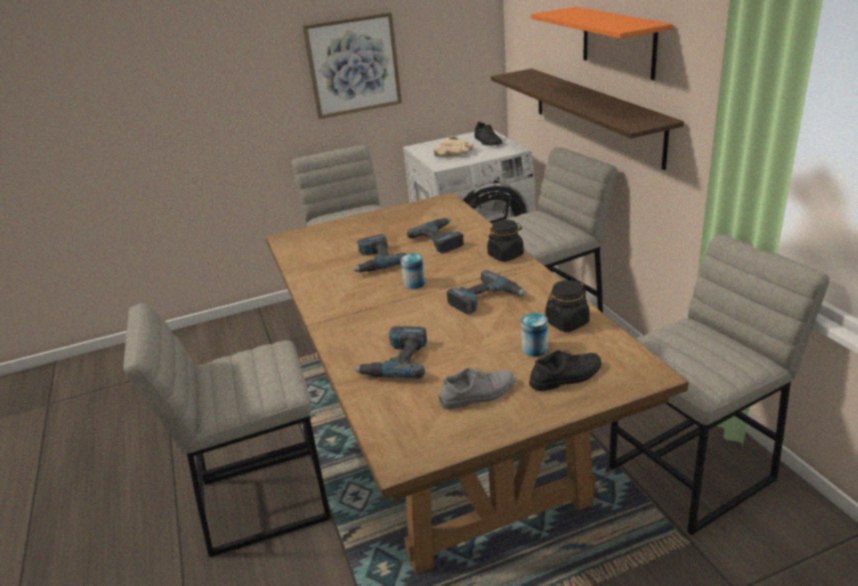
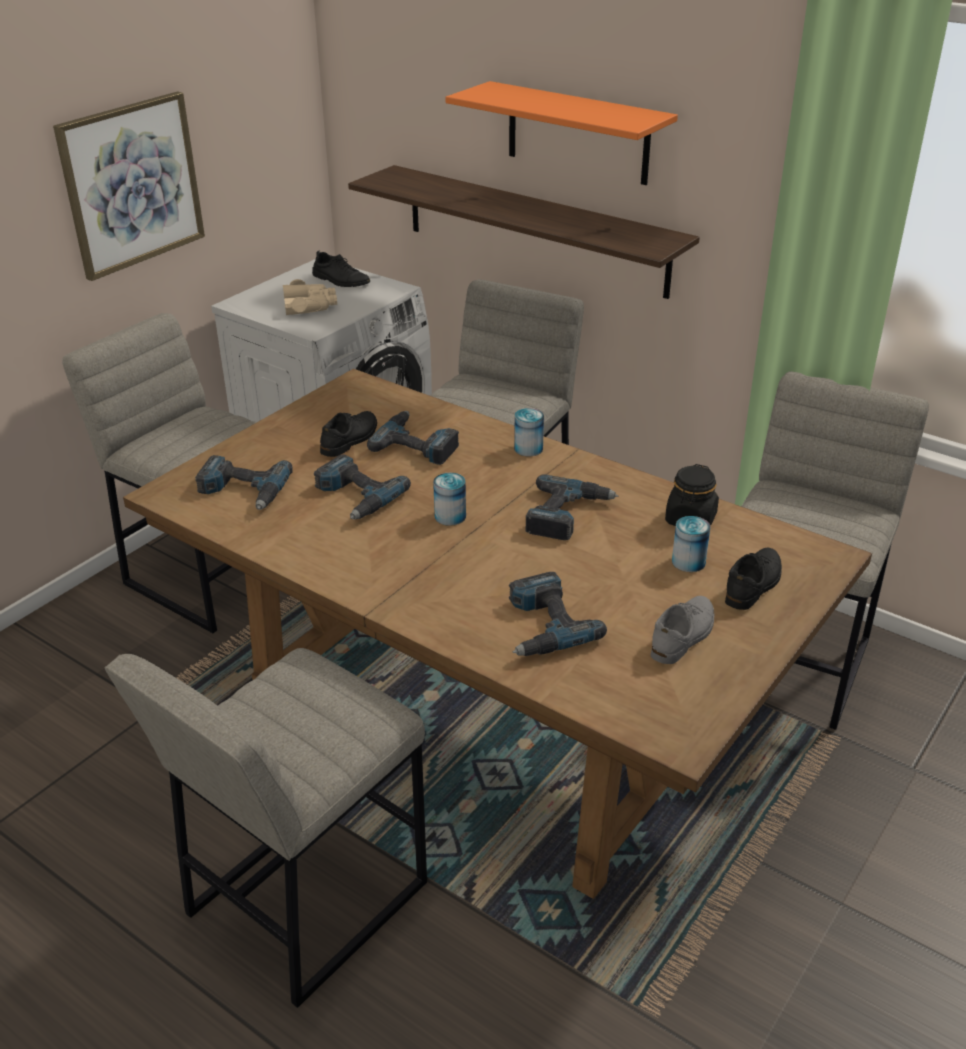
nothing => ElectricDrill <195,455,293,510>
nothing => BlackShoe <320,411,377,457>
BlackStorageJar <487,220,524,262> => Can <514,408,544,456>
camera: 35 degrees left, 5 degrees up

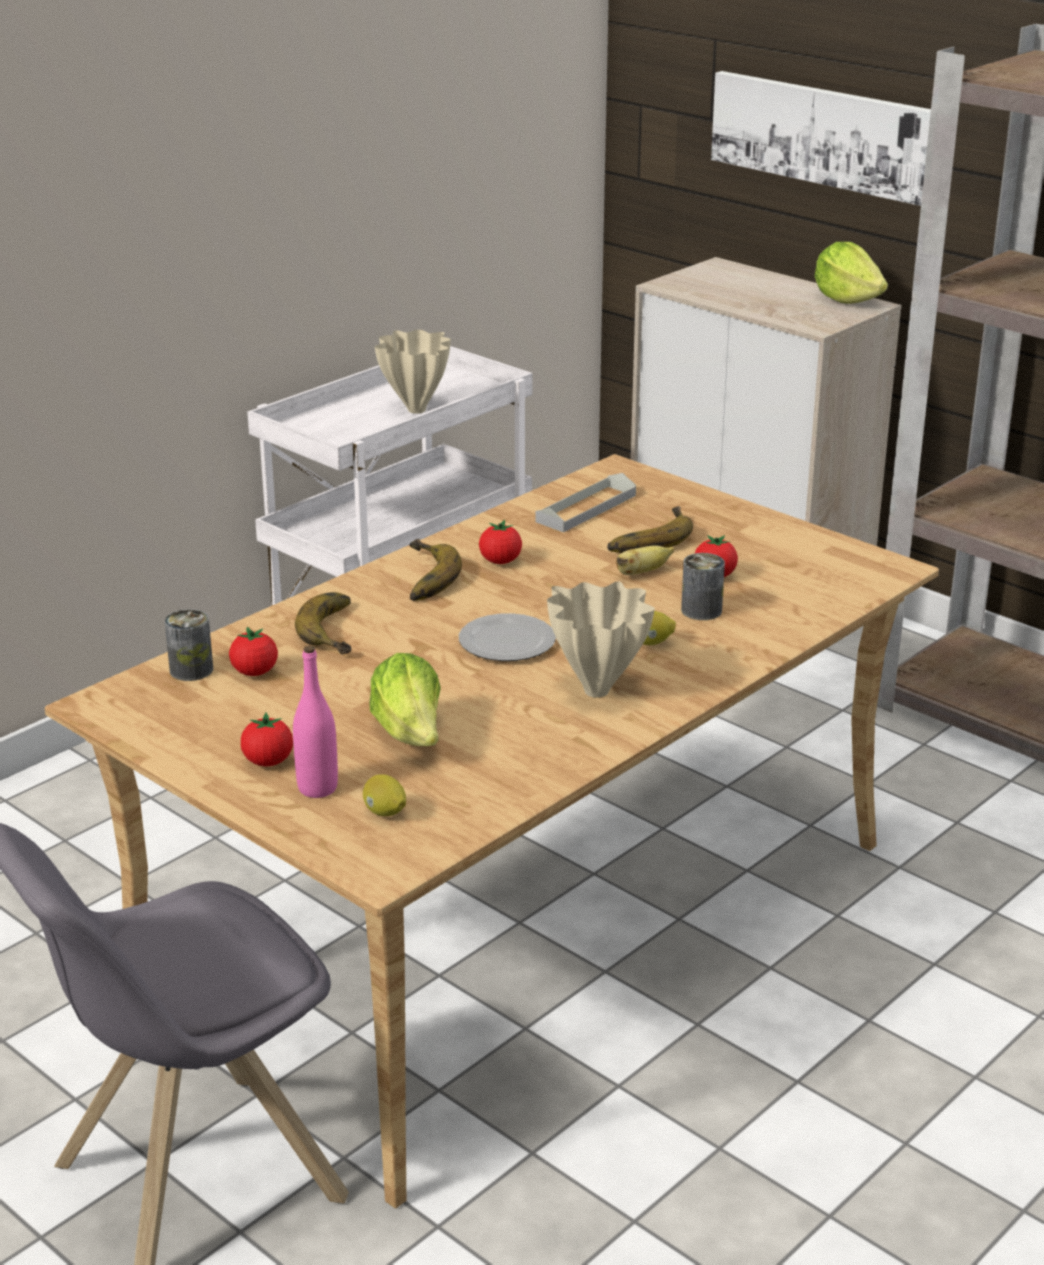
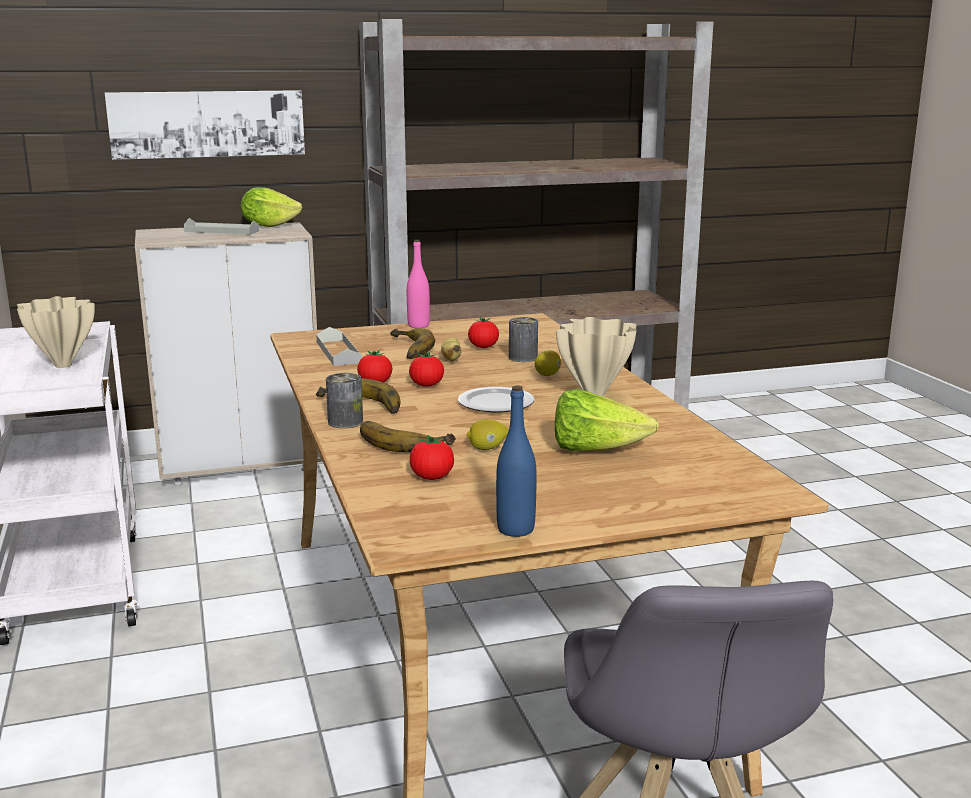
nothing => GreyCarryingTray <184,218,259,235>
nothing => BlueDrinkBottle <496,386,537,537>
Can <164,609,213,681> => Can <326,373,363,428>, move
Tomato <241,712,293,767> => Tomato <409,352,444,387>, move
PinkDrinkBottle <293,645,338,798> => PinkDrinkBottle <407,240,430,328>, move
Lemon <363,774,406,816> => Lemon <467,419,508,450>, move
camera: 60 degrees left, 10 degrees down

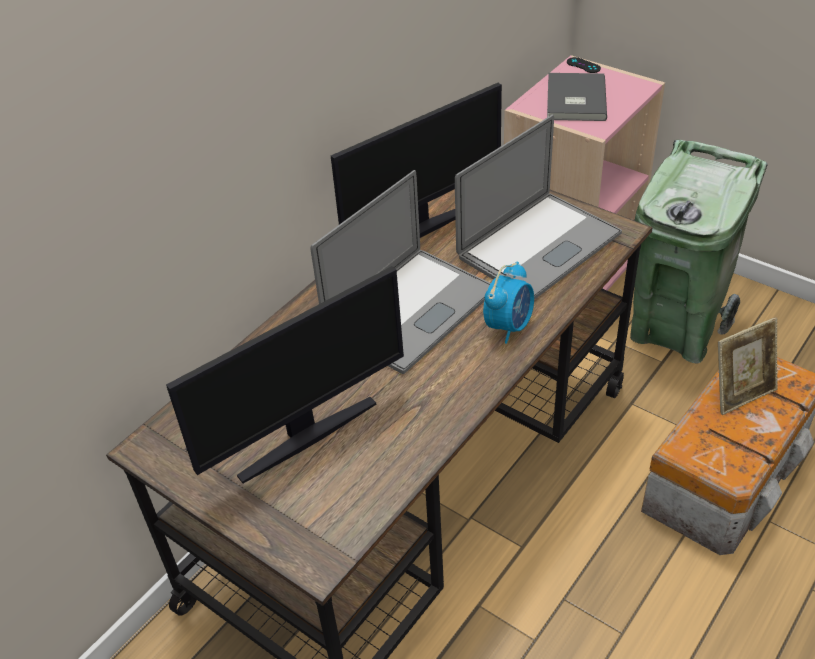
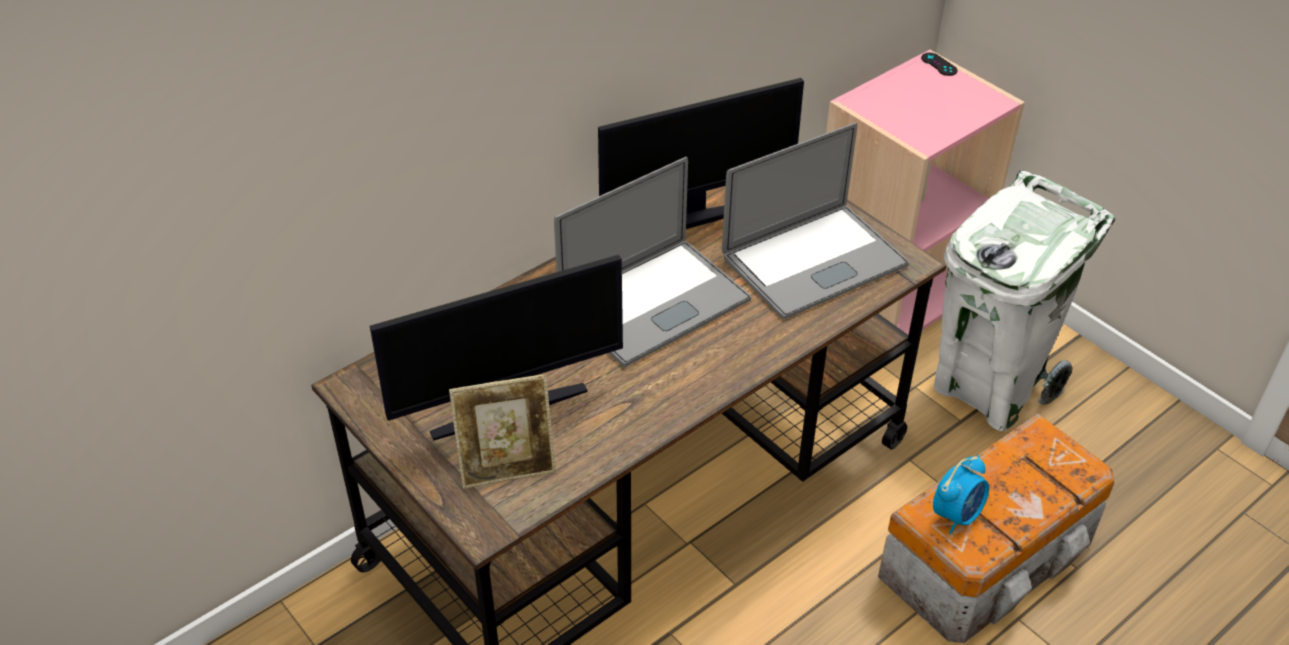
GreyVolume <547,73,607,121> => nothing
AlarmClock <483,262,534,344> => AlarmClock <933,455,989,535>, move
StandingFrame <718,317,778,415> => StandingFrame <449,374,556,489>, move
GreenRubbishBin <630,140,768,364> => WhiteRubbishBin <934,170,1115,431>
camera: 10 degrees right, 0 degrees up

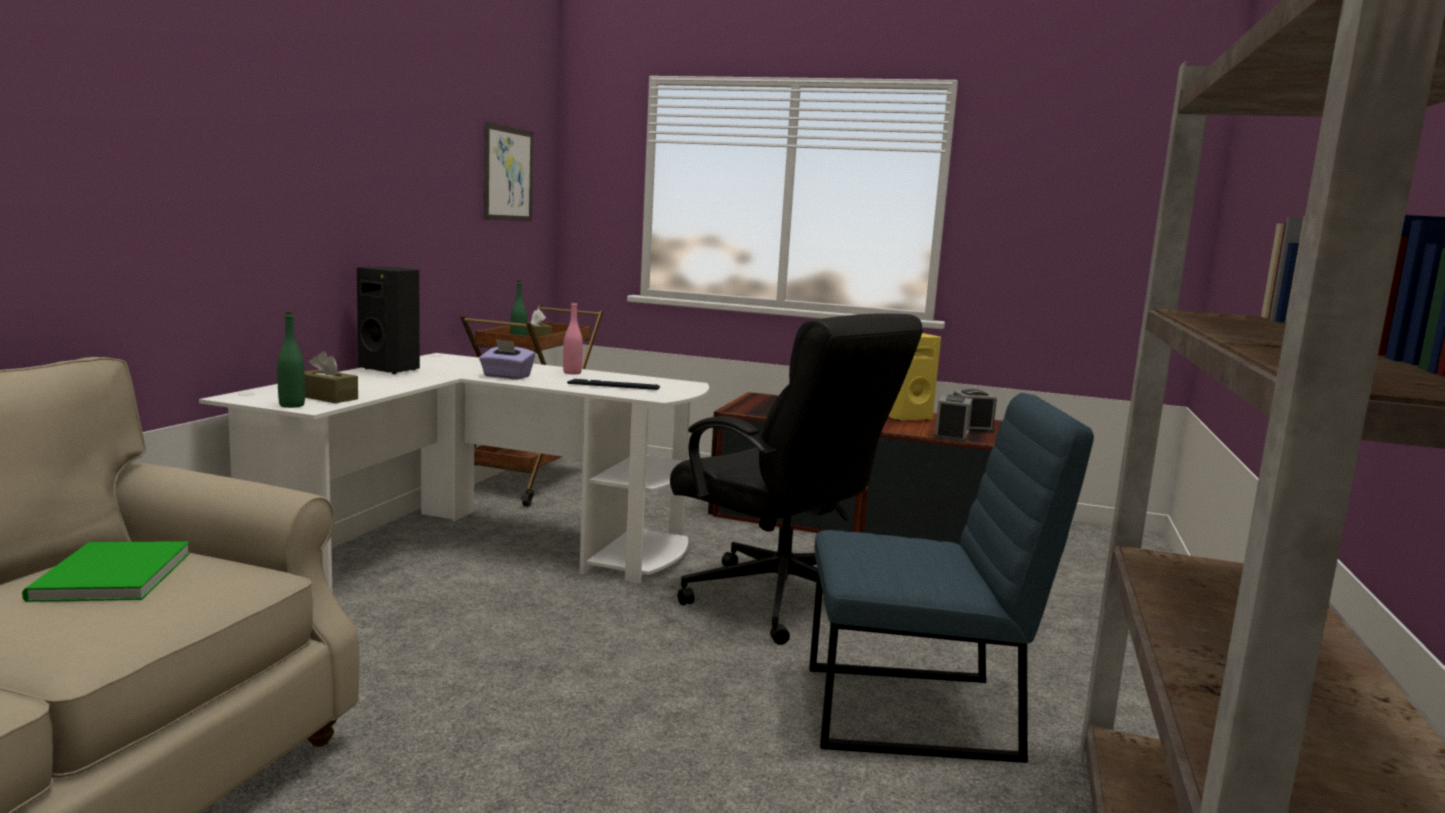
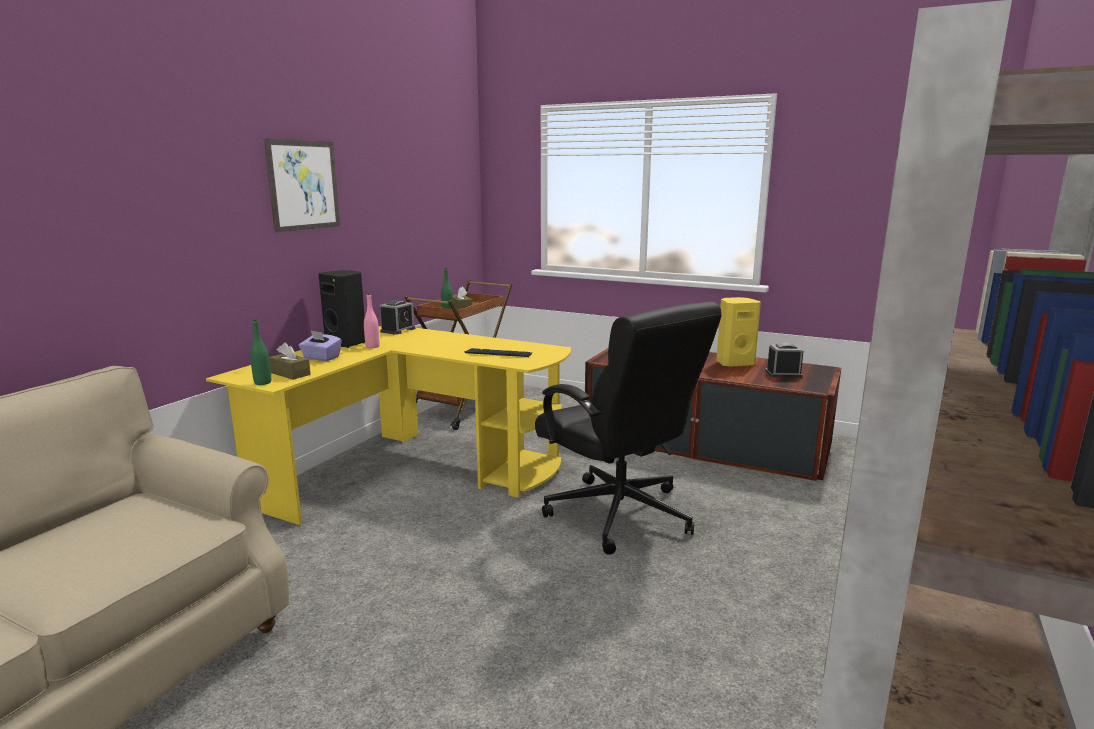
GreenVolume <22,541,190,602> => nothing
BlueChair <809,393,1094,763> => nothing
PurplishTissueHolder <479,339,535,380> => PurplishTissueHolder <299,330,342,361>, move
WallPicture <483,122,534,221> => WallPicture <264,138,340,232>, move
PinkDrinkBottle <563,301,583,375> => PinkDrinkBottle <364,293,380,348>, move
AlarmClock <934,395,972,442> => AlarmClock <380,300,415,335>, move
WhiteDeskUnit <199,353,709,594> => YellowishDeskUnit <206,326,571,525>
camera: 10 degrees right, 5 degrees up

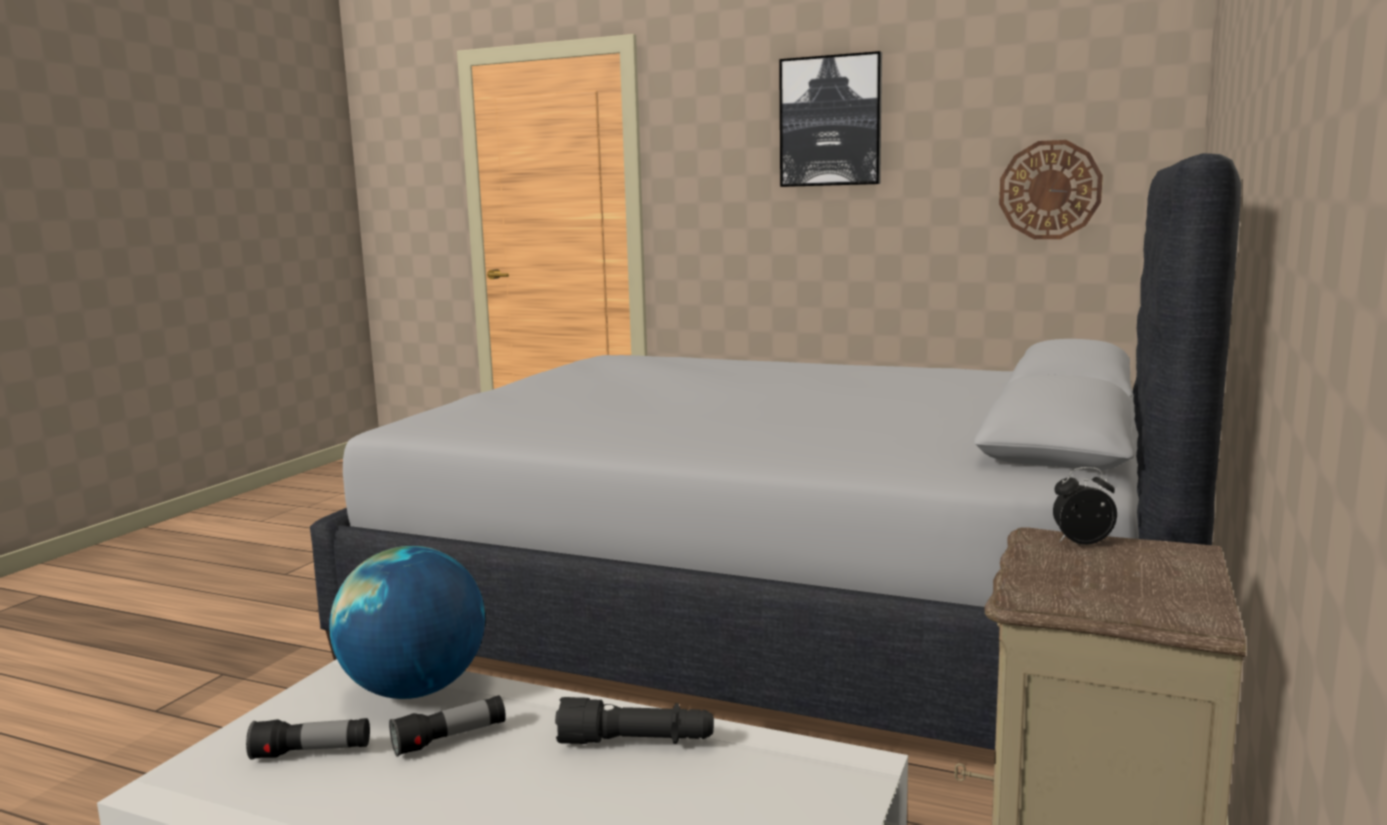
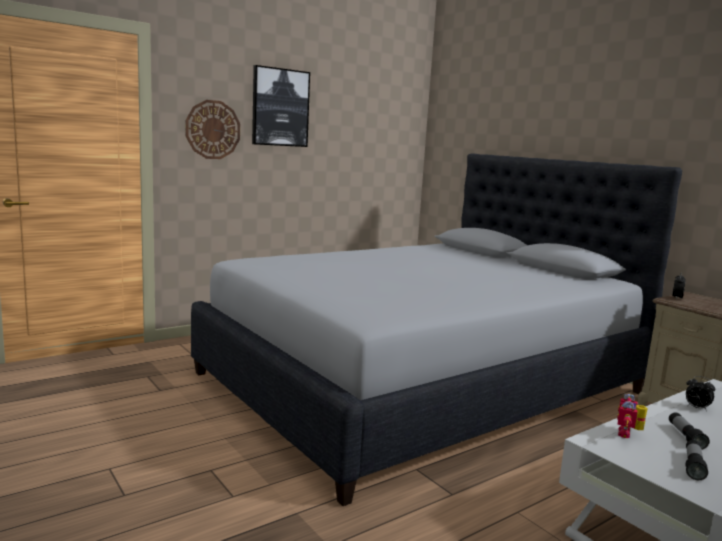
HangingClock <999,140,1103,239> => HangingClock <185,100,240,159>, move
DeskGlobe <329,546,485,699> => ToyRobot <617,394,648,438>
BlackFlashlight <555,697,714,744> => AlarmClock <686,376,716,411>
camera: 60 degrees left, 0 degrees up

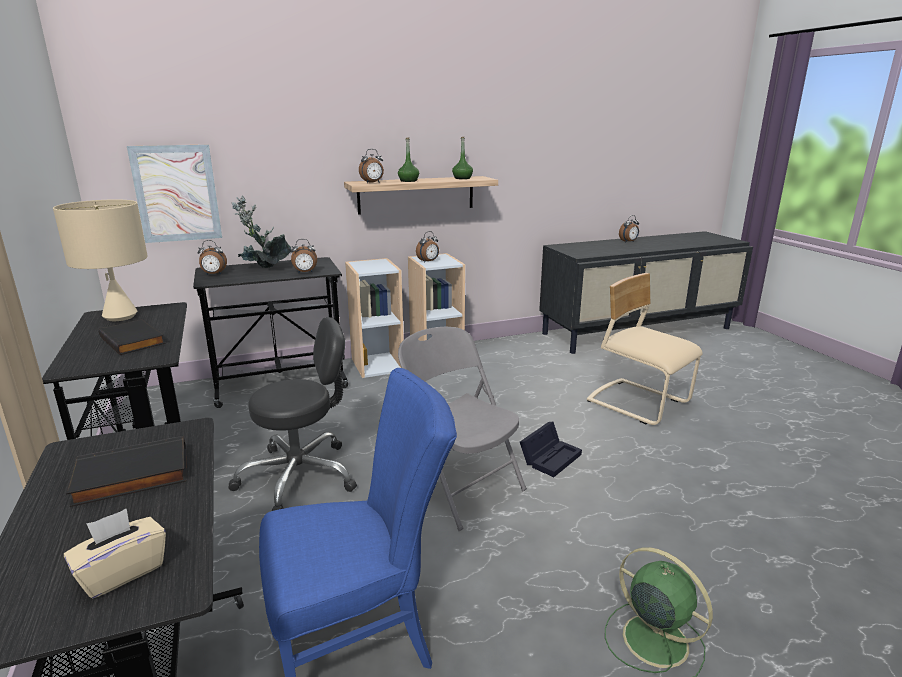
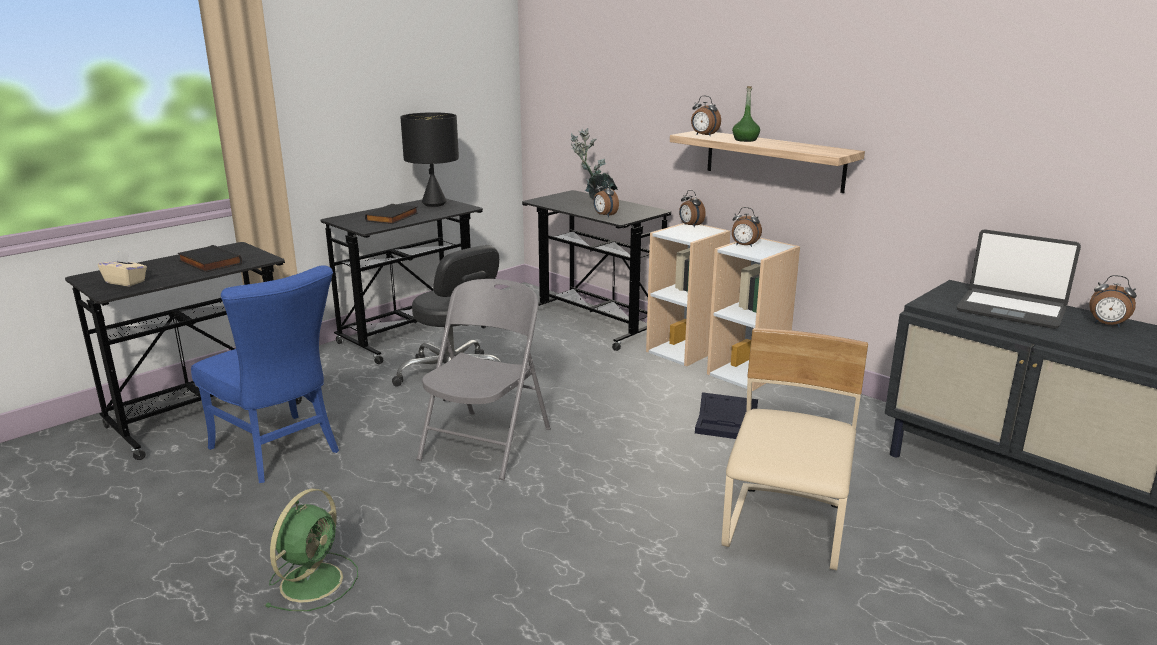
WallPicture <127,145,222,243> => nothing
GreenDrinkBottle <452,137,473,179> => nothing
nothing => NotebookComputer <957,229,1081,329>
AlarmClock <198,240,227,275> => AlarmClock <679,190,706,228>, move
BlackStorageBox <520,422,582,477> => BlackStorageBox <695,392,758,439>, move
SandColouredTabletopLamp <53,199,148,321> => BlackTabletopLamp <400,112,459,207>
camera: 65 degrees right, 0 degrees up

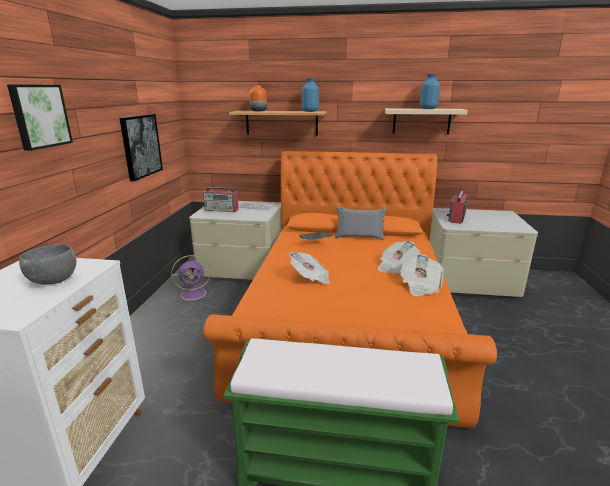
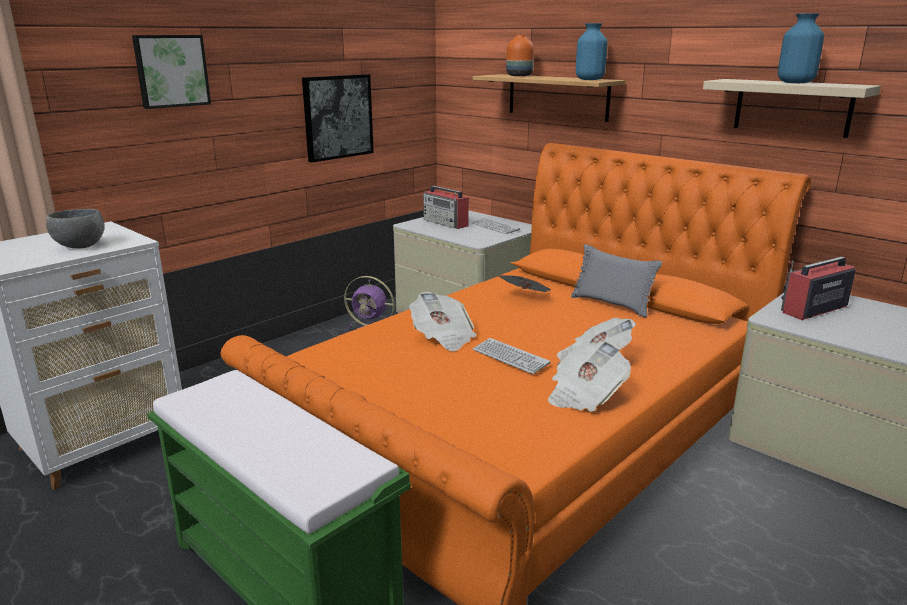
nothing => Keyboard <473,338,551,374>
camera: 35 degrees right, 0 degrees up

